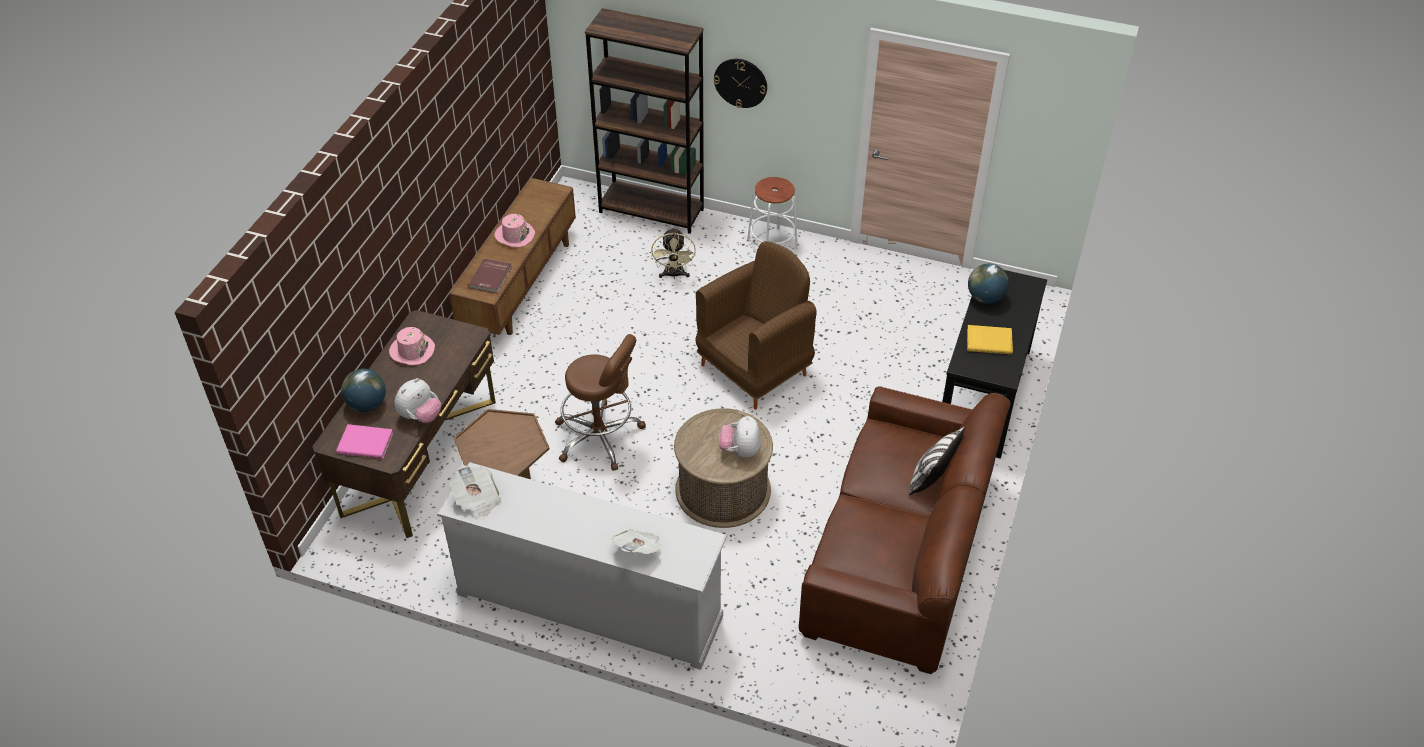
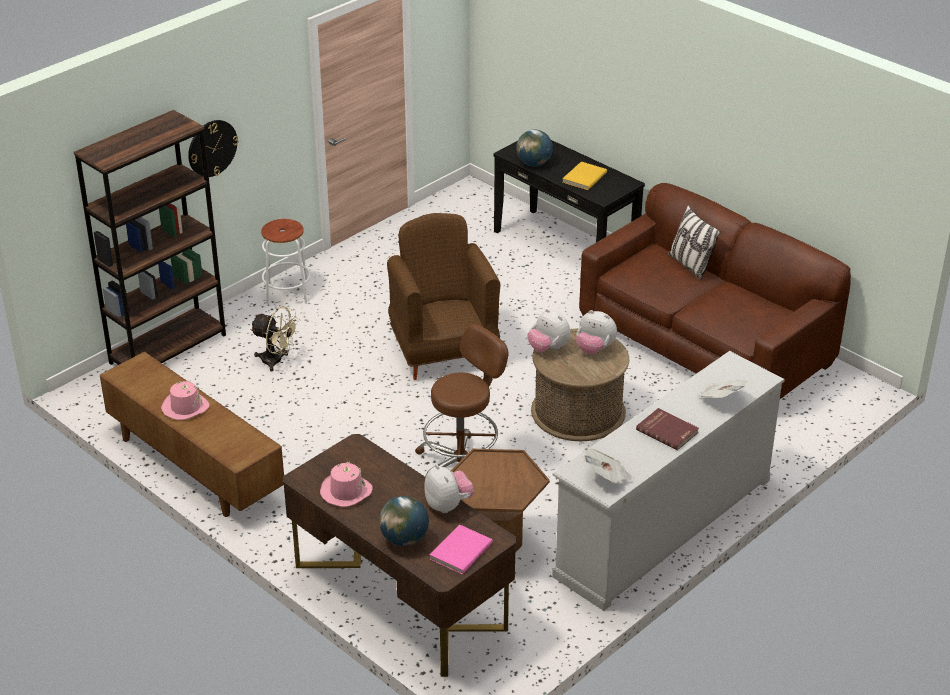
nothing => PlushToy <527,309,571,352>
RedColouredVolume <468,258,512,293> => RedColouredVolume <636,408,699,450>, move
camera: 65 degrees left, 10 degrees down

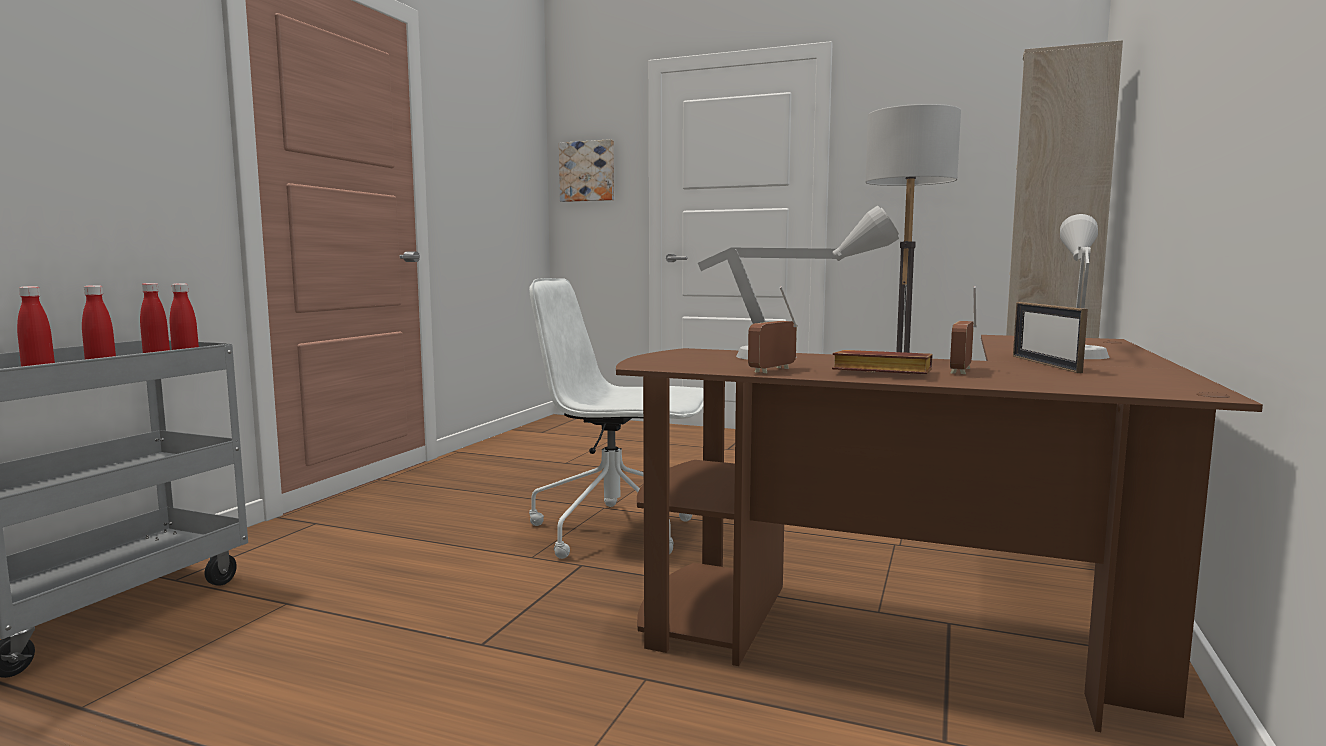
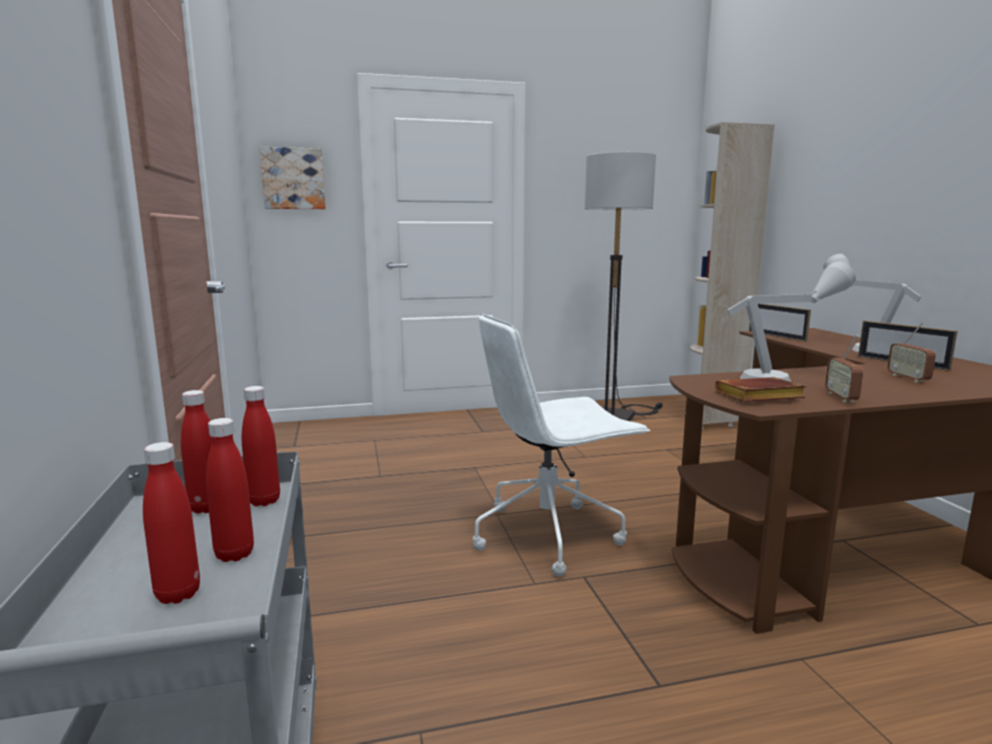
nothing => StandingFrame <749,304,811,342>
BrownColouredVolume <832,350,933,374> => BrownColouredVolume <715,377,806,402>, move
camera: 35 degrees left, 5 degrees up

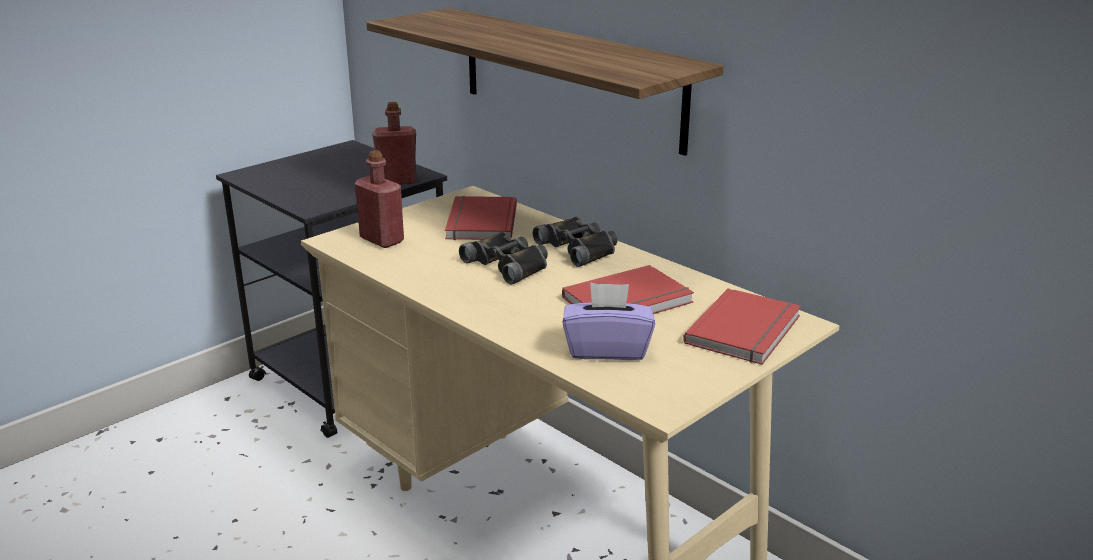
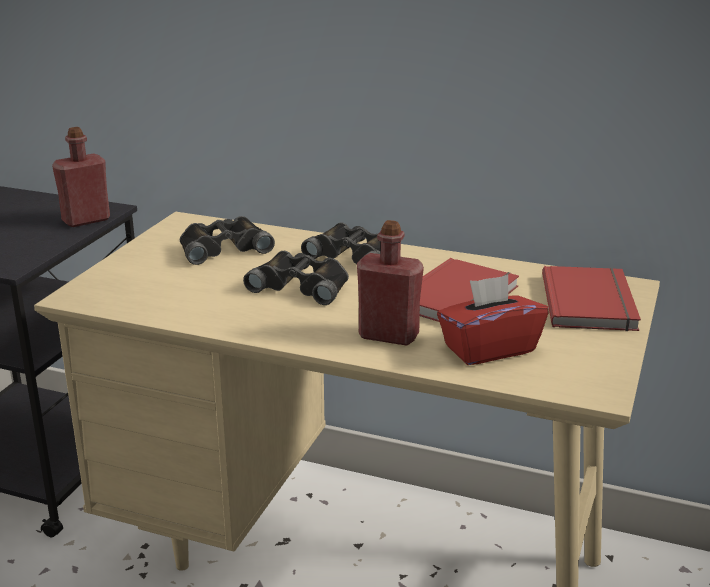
WallShelf <367,8,724,156> => nothing
RedColouredDrinkBottle <355,150,404,248> => RedColouredDrinkBottle <357,220,424,346>, move
RedColouredVolume <445,196,517,240> => BlackPairOfBinoculars <180,216,275,265>
PurplishTissueHolder <562,282,655,360> => RedColouredTissueHolder <437,275,549,365>
camera: 25 degrees left, 0 degrees up

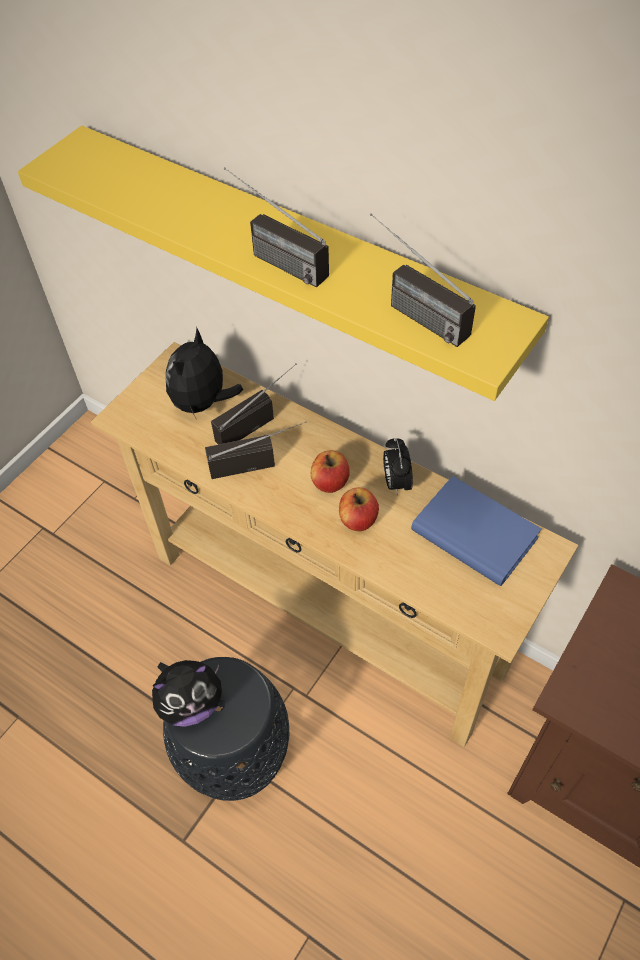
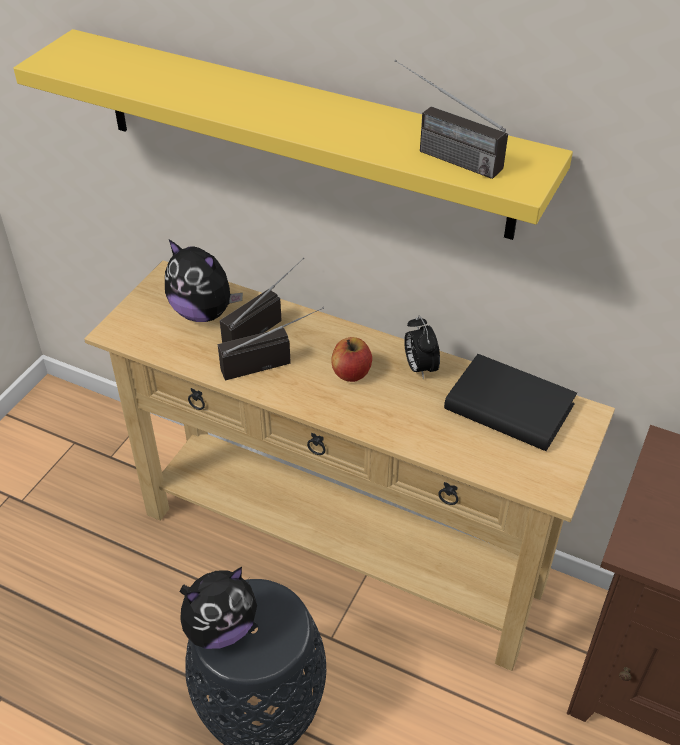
RadioReceiver <224,167,329,288> => nothing
WholeApple <339,487,379,531> => nothing
BlueVolume <411,476,542,586> => BlackVolume <444,354,577,451>
PlushToy <166,328,243,420> => PlushToy <165,240,243,322>, 75 degrees counterclockwise
camera: 10 degrees left, 10 degrees down

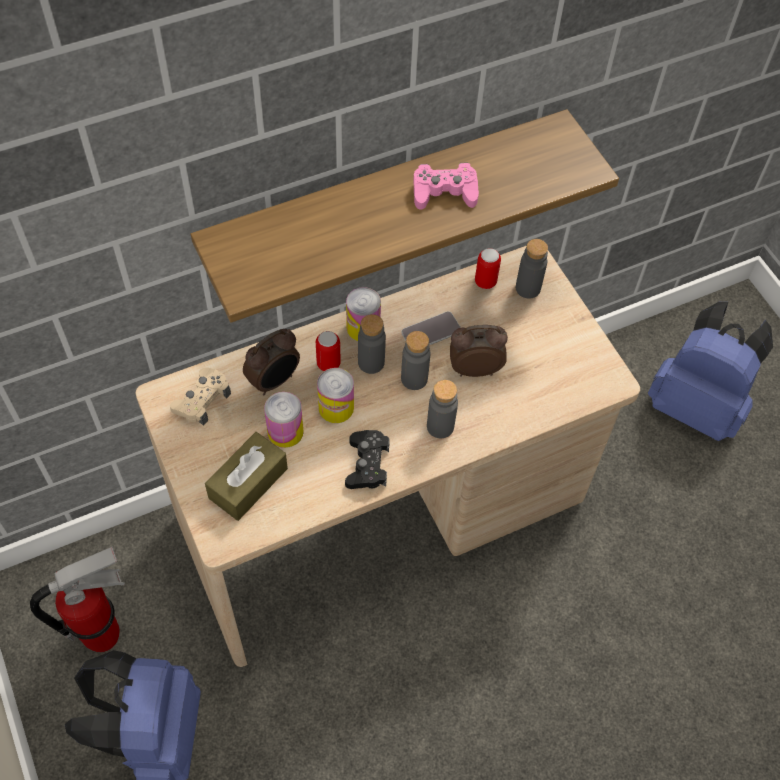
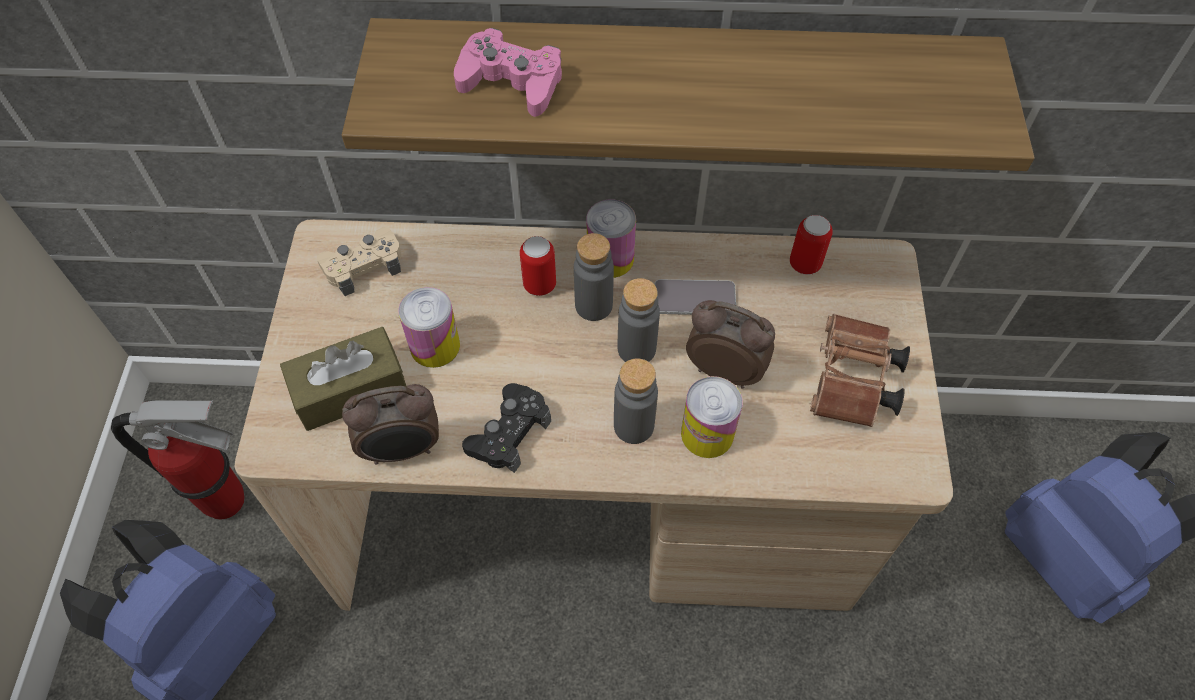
GreyDrinkBottle <516,239,548,299> => nothing
nothing => BrownColouredPairOfBinoculars <810,314,910,427>
AlarmClock <243,329,300,395> => AlarmClock <342,384,439,465>, move
Can <317,368,354,423> => Can <681,376,743,458>, move
PinkJoypad <413,163,479,209> => PinkJoypad <454,28,562,117>, move
camera: 30 degrees right, 0 degrees up

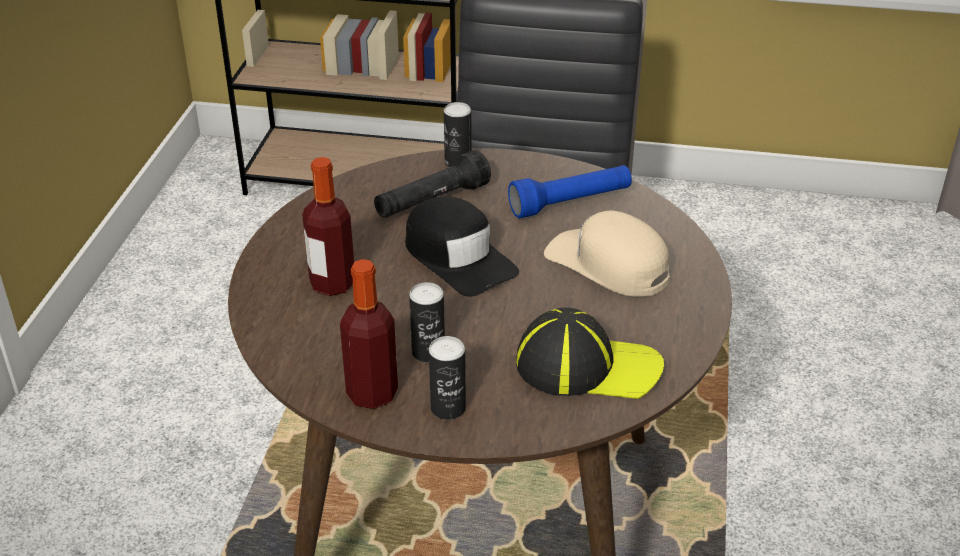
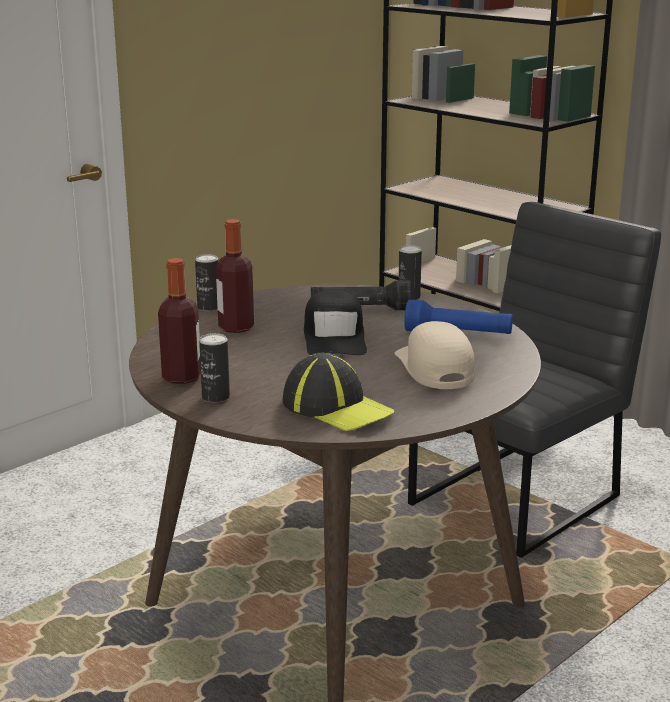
Can <409,282,445,363> => Can <195,254,218,311>, move
camera: 35 degrees right, 15 degrees down

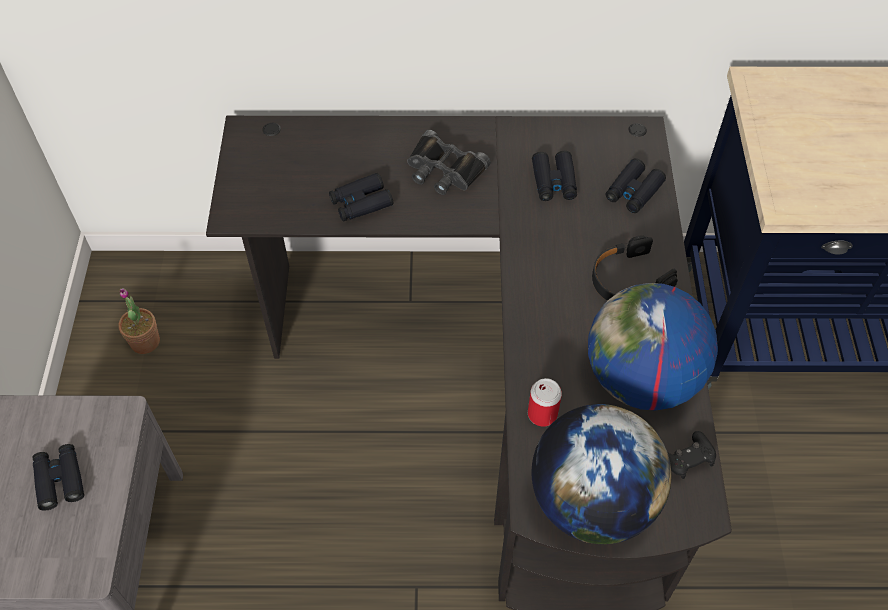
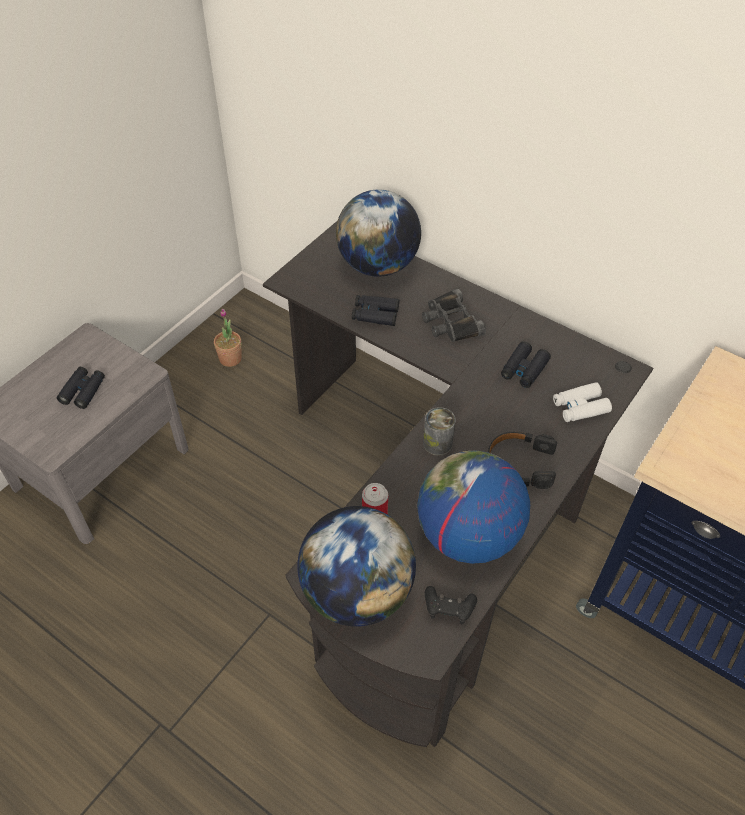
nothing => DeskGlobe <336,190,421,277>
nothing => Can <423,407,456,456>
BlackPairOfBinoculars <606,158,666,213> => WhitePairOfBinoculars <553,382,612,422>
camera: 35 degrees right, 5 degrees down

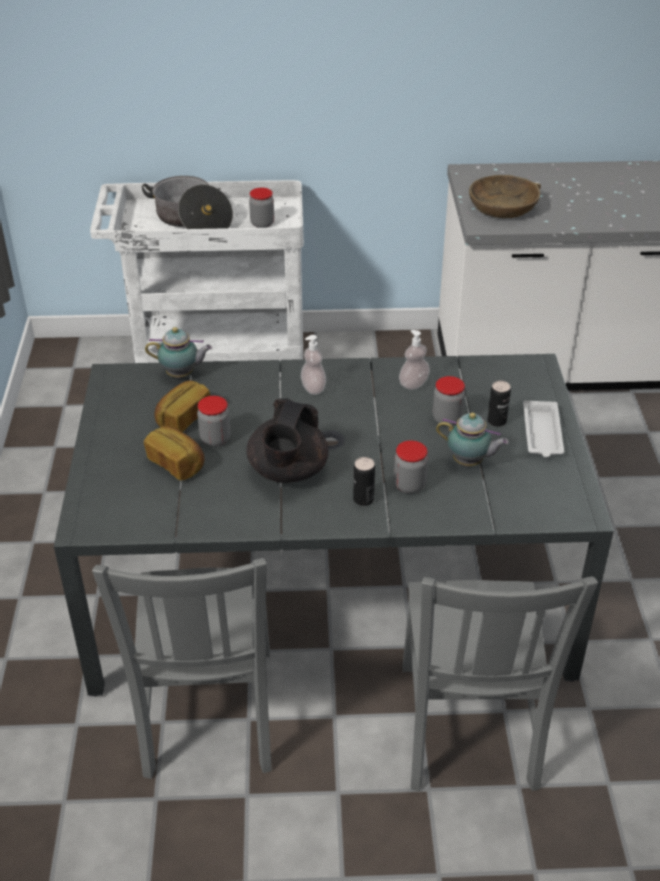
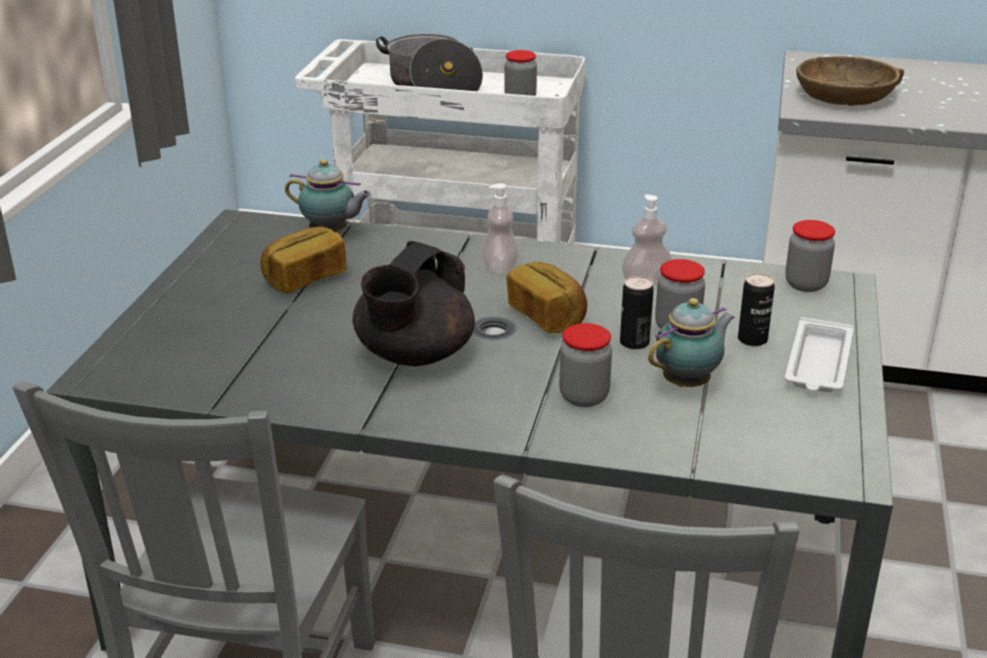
BakedBread <144,426,204,481> => BakedBread <506,262,587,333>, move
StorageJar <197,396,231,447> => StorageJar <785,220,835,292>, move
Can <353,457,375,506> => Can <620,276,654,350>, move
Teapot <436,412,509,466> => Teapot <648,298,735,387>, 75 degrees counterclockwise
camera: 15 degrees right, 10 degrees down

